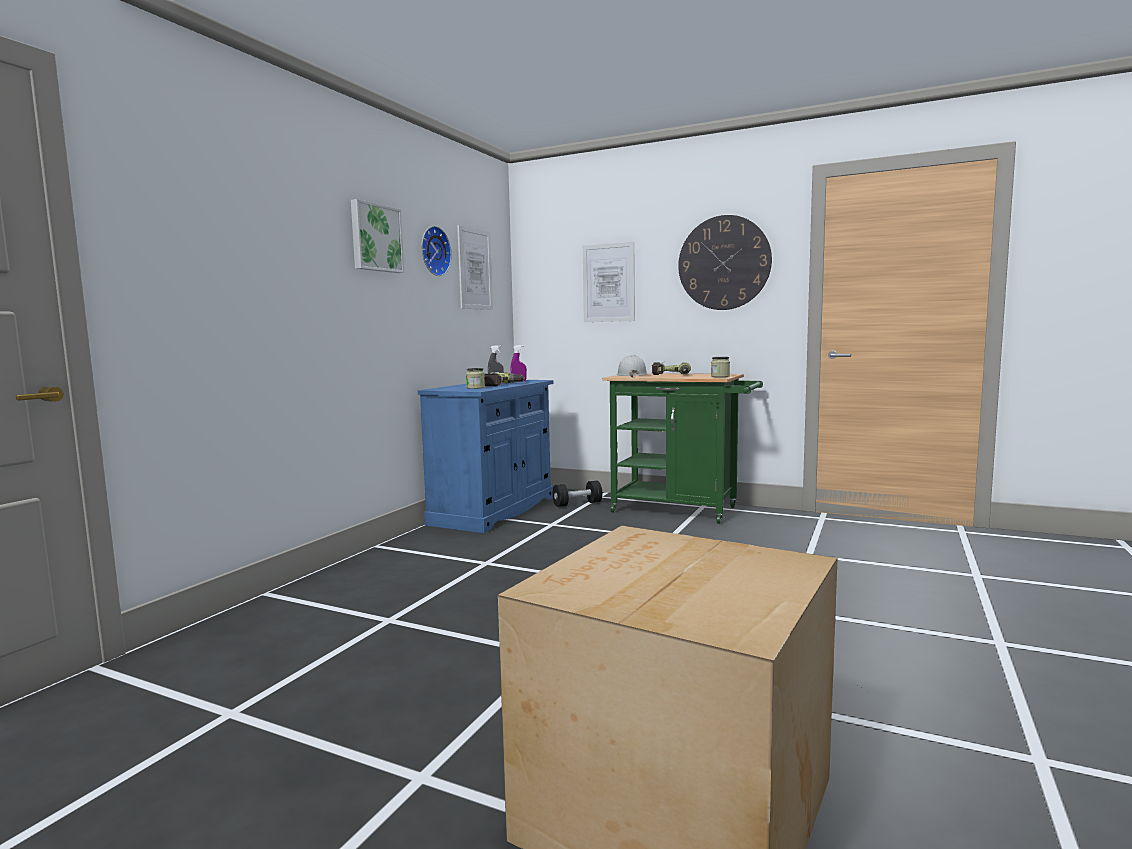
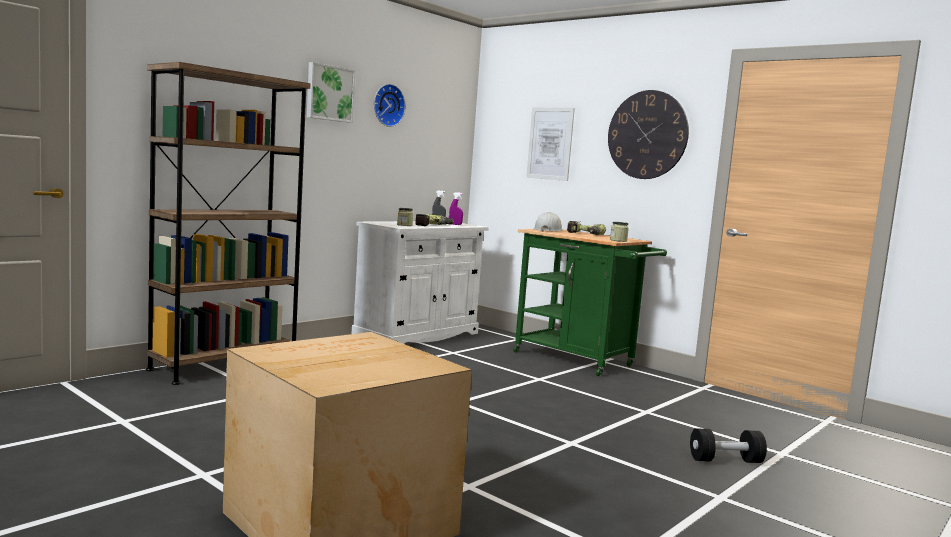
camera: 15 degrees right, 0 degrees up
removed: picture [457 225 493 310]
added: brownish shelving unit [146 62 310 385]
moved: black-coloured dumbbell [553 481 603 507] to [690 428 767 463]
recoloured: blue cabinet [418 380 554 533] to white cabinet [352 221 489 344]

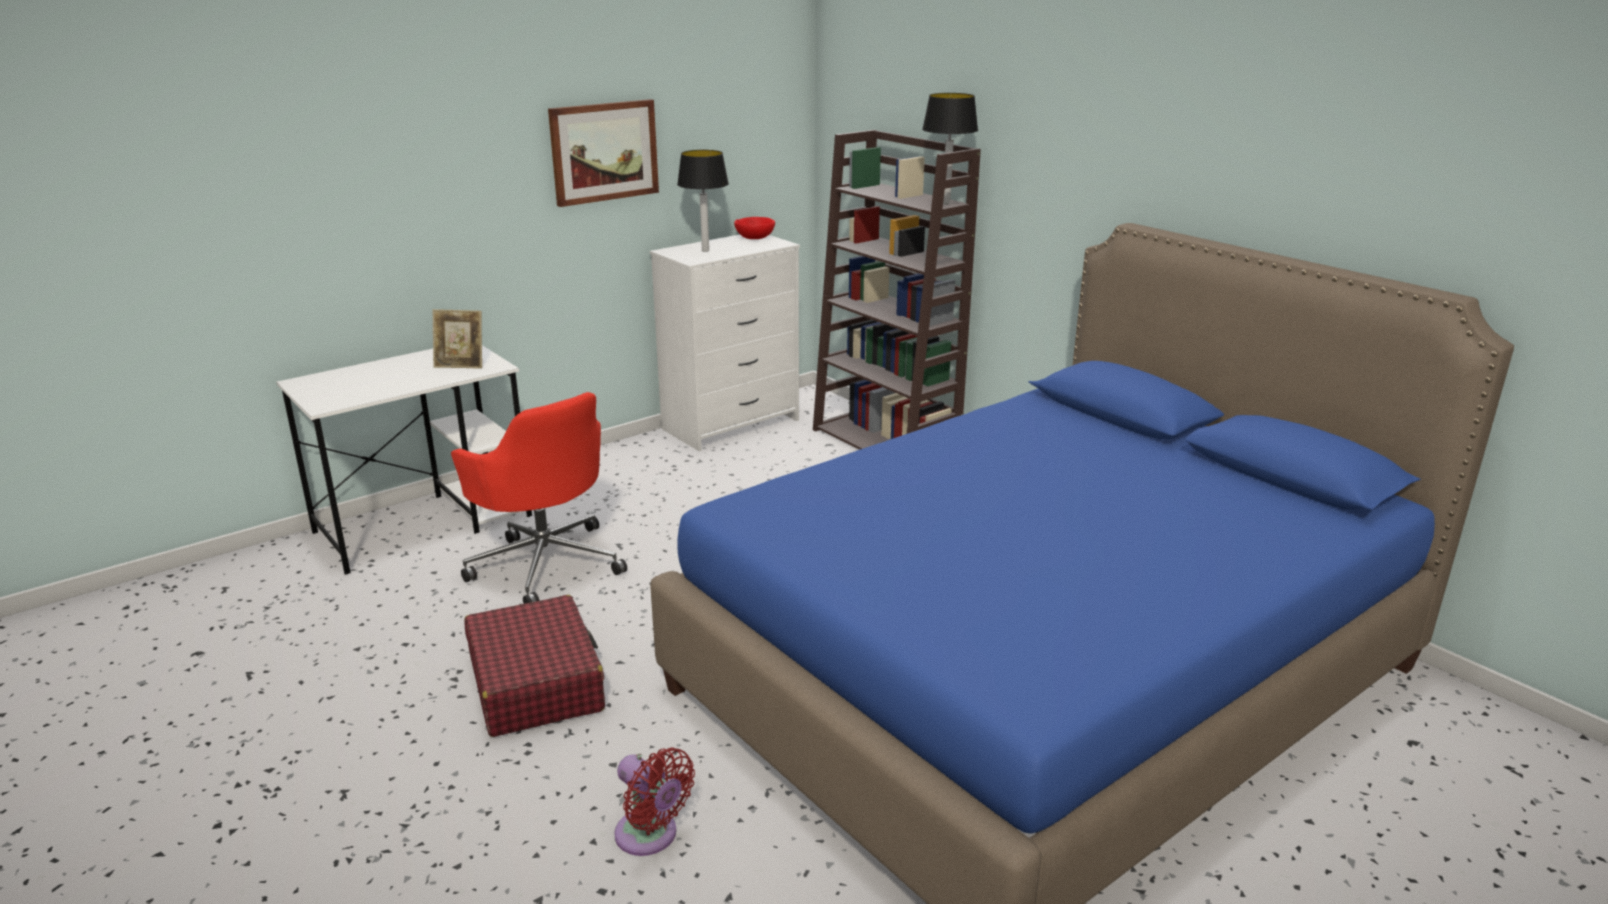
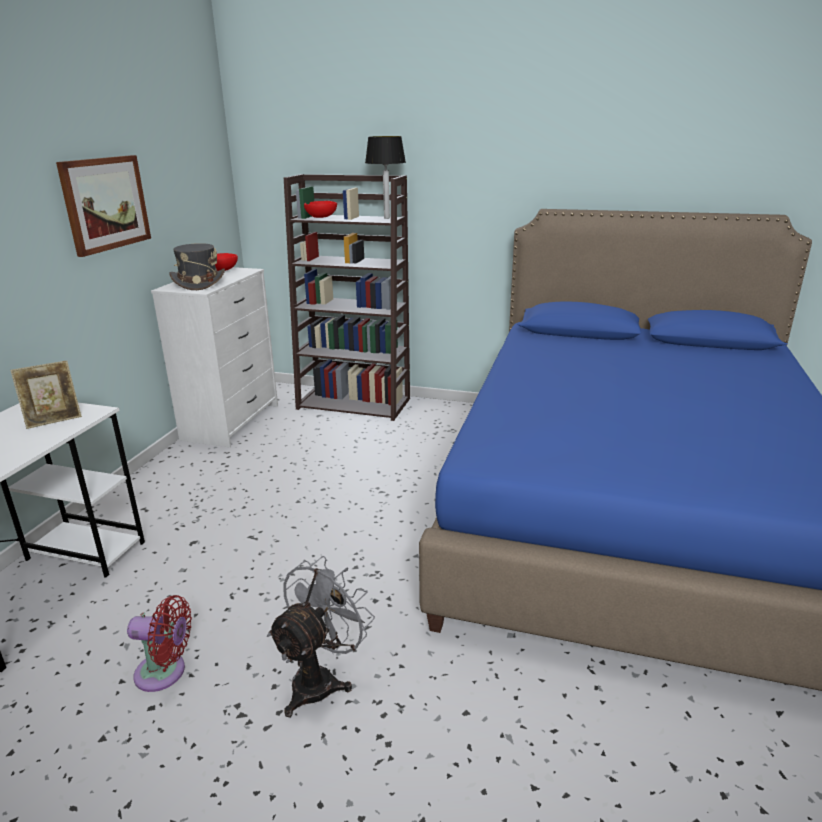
camera: 35 degrees left, 0 degrees up
removed: red computer chair [451 392 627 604]
added: red deep dish [304 201 337 218]
moved: red fan [614 748 695 856] to [127 595 192 692]
replaced: red piece of luggage [465 595 605 737] to greyish fan [267 556 375 717]; table lamp [677 150 729 252] to greyish hat [169 243 225 290]

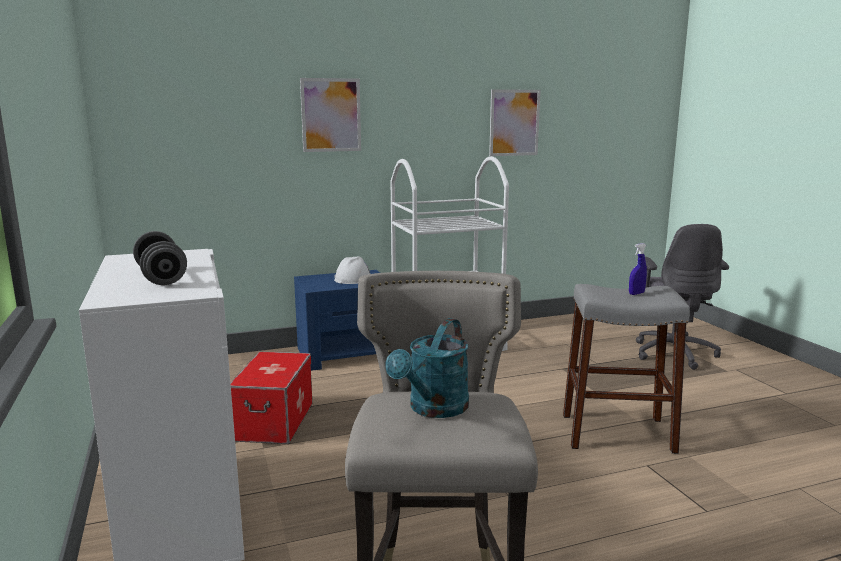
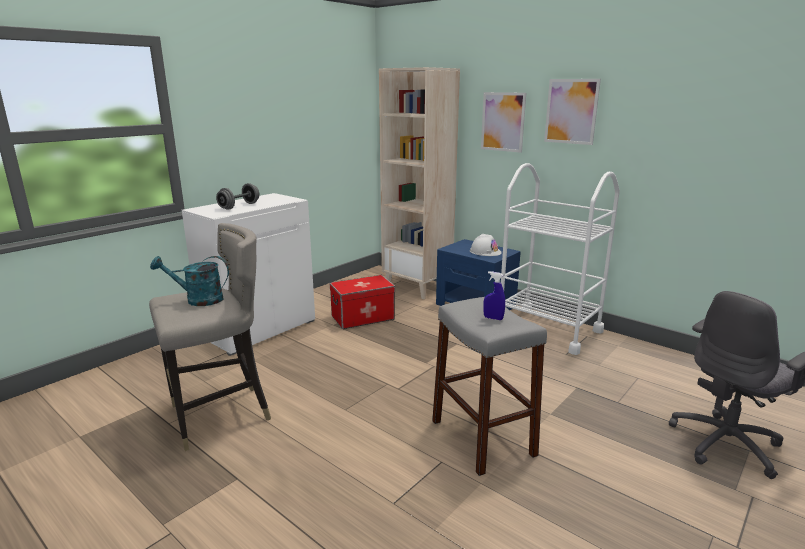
camera: 60 degrees right, 5 degrees up
added: beige shelving unit [379 67 460 299]
moved: picture [489 89 541 156] to [544 79 601 145]

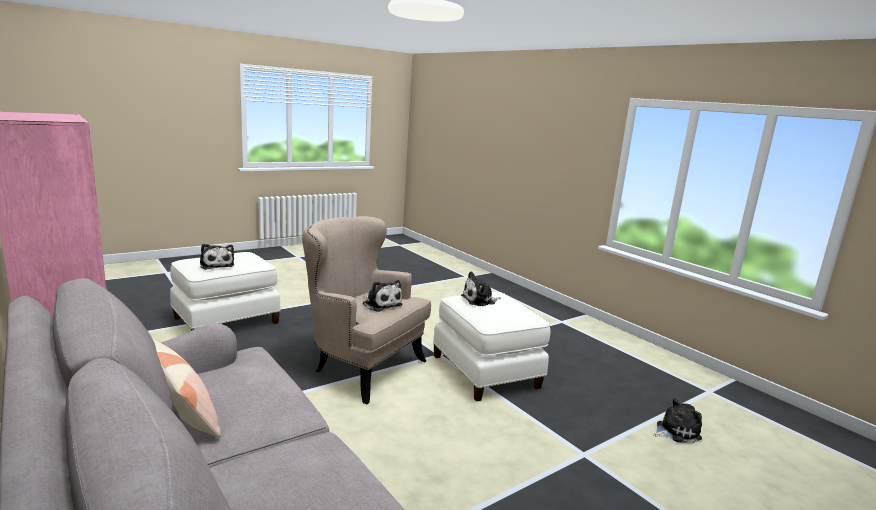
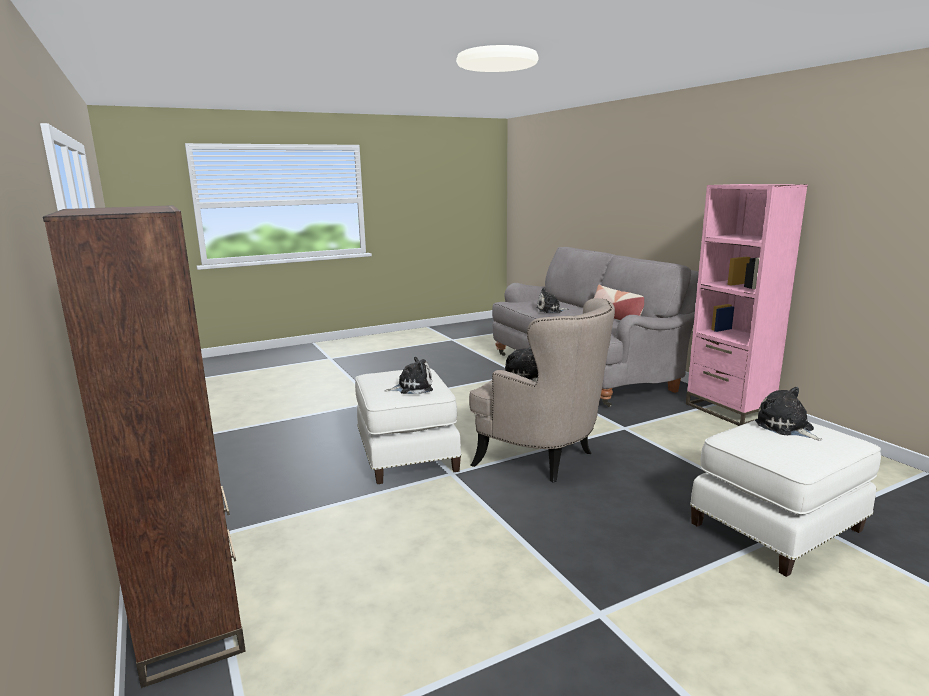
camera: 170 degrees left, 0 degrees up
added: brownish shelving unit [43 205 246 688]
moved: plush toy [653 398 702 443] to [536 288 569 313]

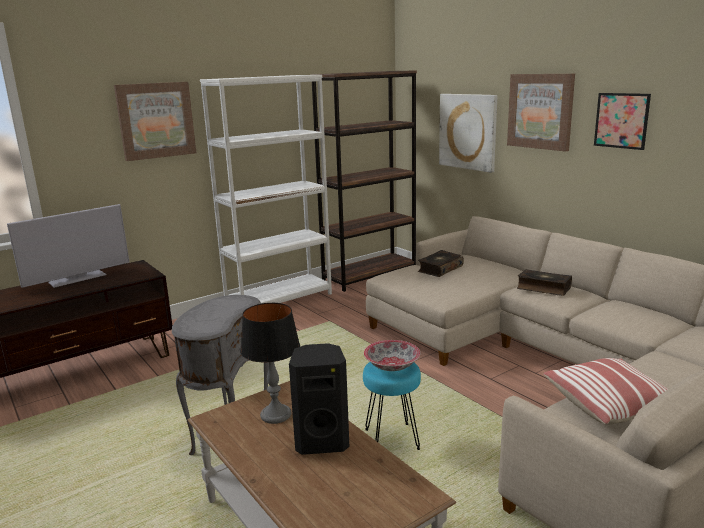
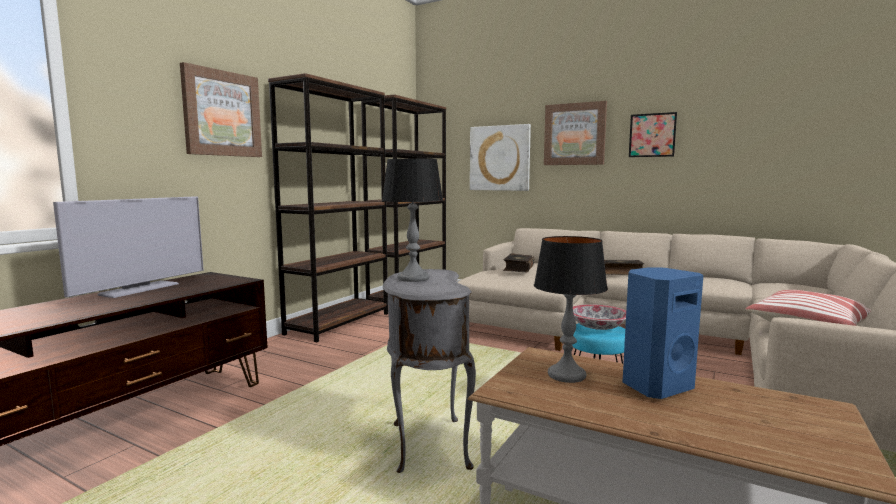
camera: 25 degrees left, 10 degrees down
added: table lamp [382 158 443 282]
recoloured: white shelving unit [200 75 332 304] to brownish shelving unit [268 73 388 342]; black-coloured speaker [289 343 350 455] to blue speaker [622 267 703 399]

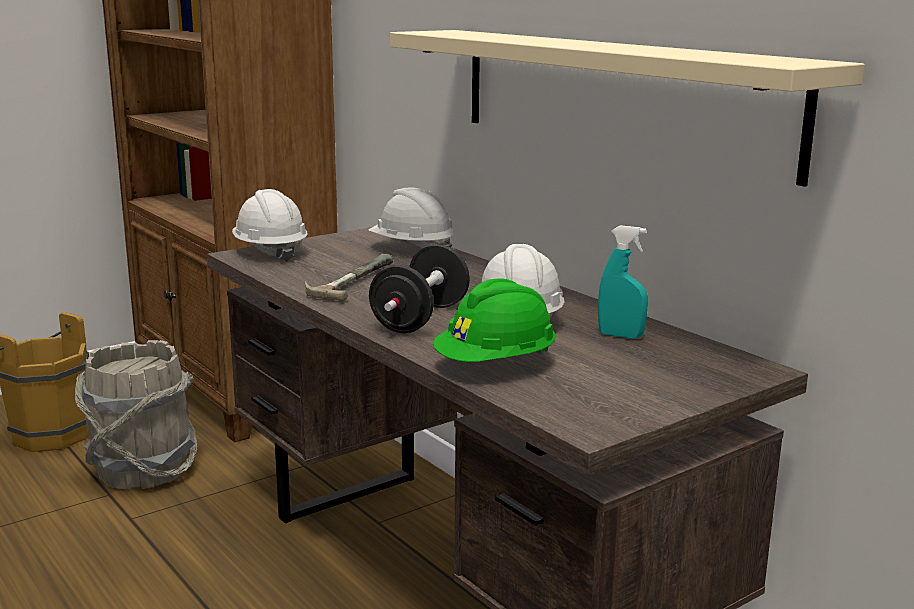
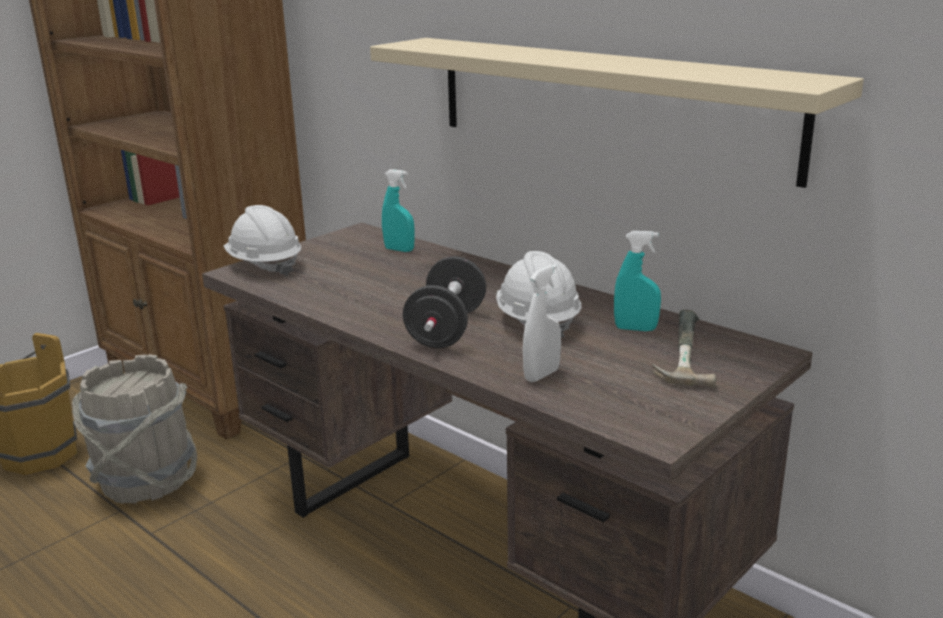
camera: 10 degrees left, 5 degrees up
moved: tool hammer [305 253 393 302] to [652 310 716 388]
replaced: white hard hat [369 187 454 248] to turquoise-coloured hand sprayer [382 169 415 252]; green-coloured hard hat [433 278 556 362] to white hand sprayer [523 264 561 382]

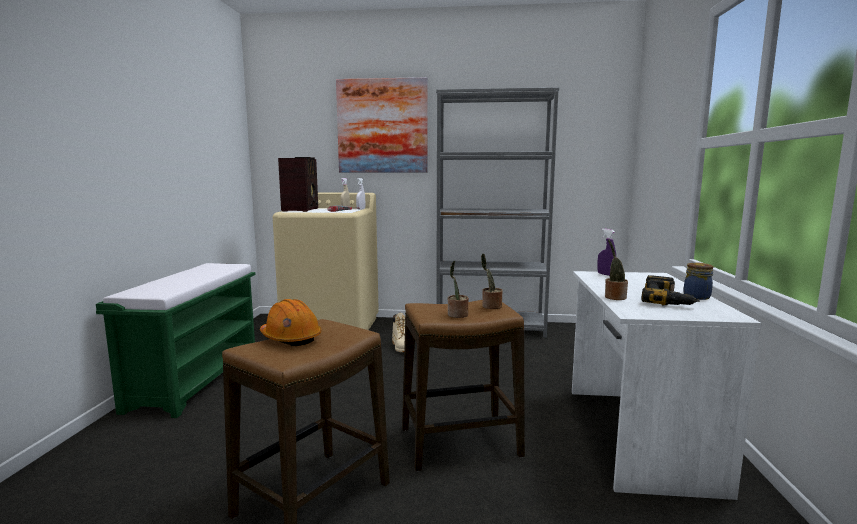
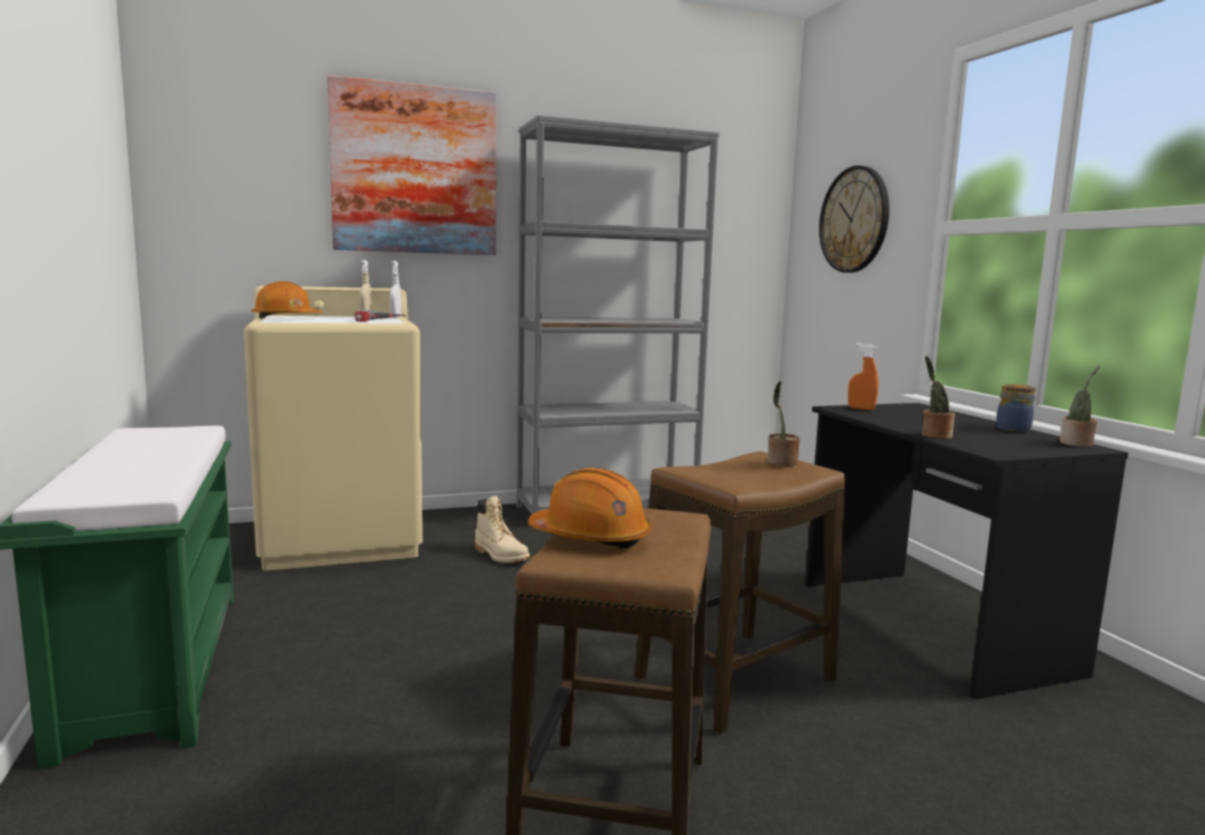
camera: 25 degrees left, 0 degrees up
removed: electric drill [641 275 700 305]
added: wall clock [819 165 889 273]
moved: plant in a pot [448 261 469 318] to [1060 365 1100 447]
replaced: radio [278 157 318 212] to orange-coloured hard hat [252 281 322 319]
recoloured: white desk [572 271 762 500] to black-coloured desk [805 403 1128 699]; purple hand sprayer [597 229 616 276] to orange-coloured hand sprayer [848 343 879 410]

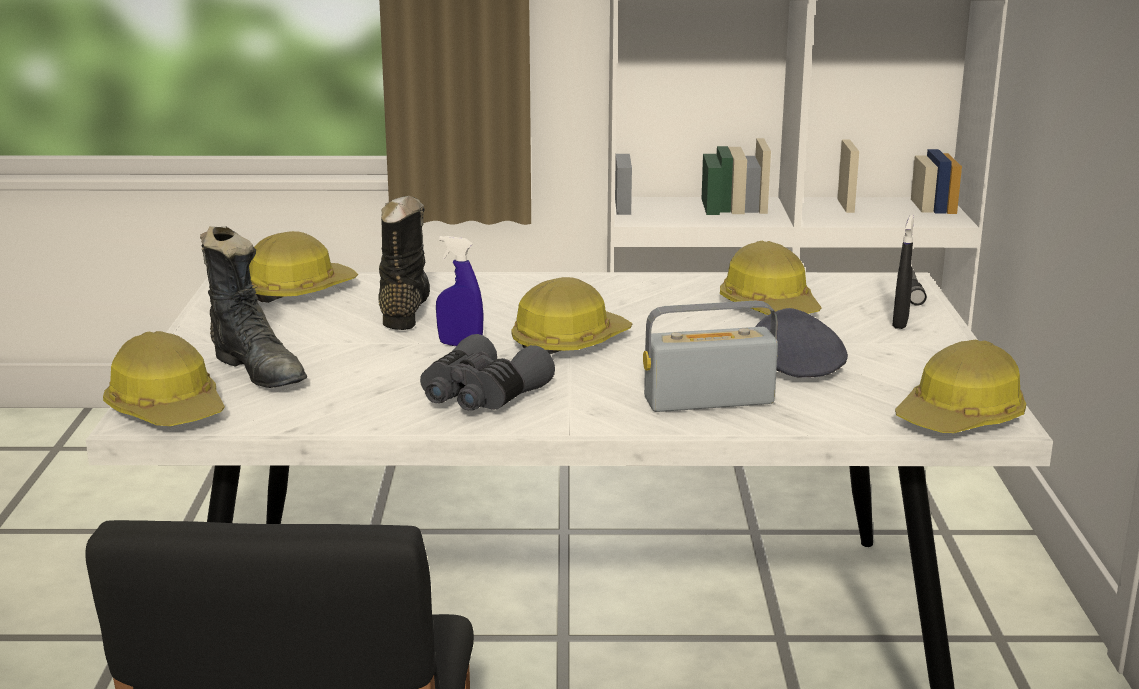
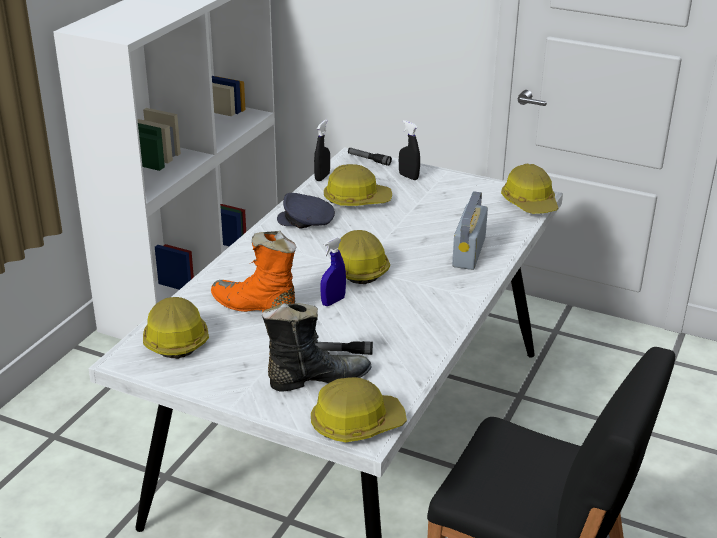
camera: 65 degrees left, 10 degrees up
removed: greyish field glasses [420 334 555 411]
added: black-coloured hand sprayer [314 120 330 181]; torch [315 341 373 355]
moved: greyish peaked cap [756 308 848 378] to [277 193 335 229]
recoloured: black-coloured high-top boot [378 196 430 330] to orange-coloured high-top boot [211 231 296 312]

